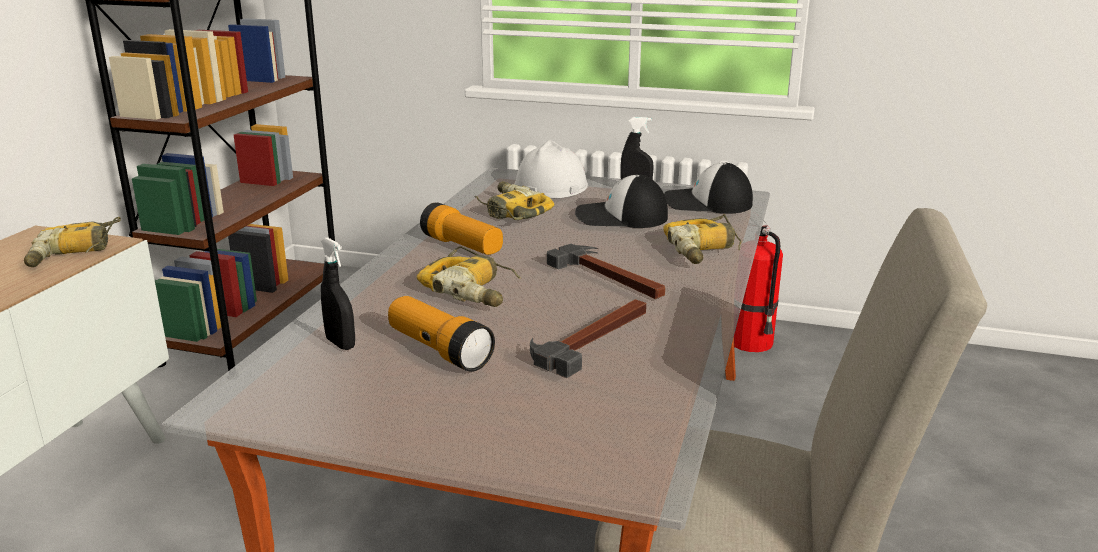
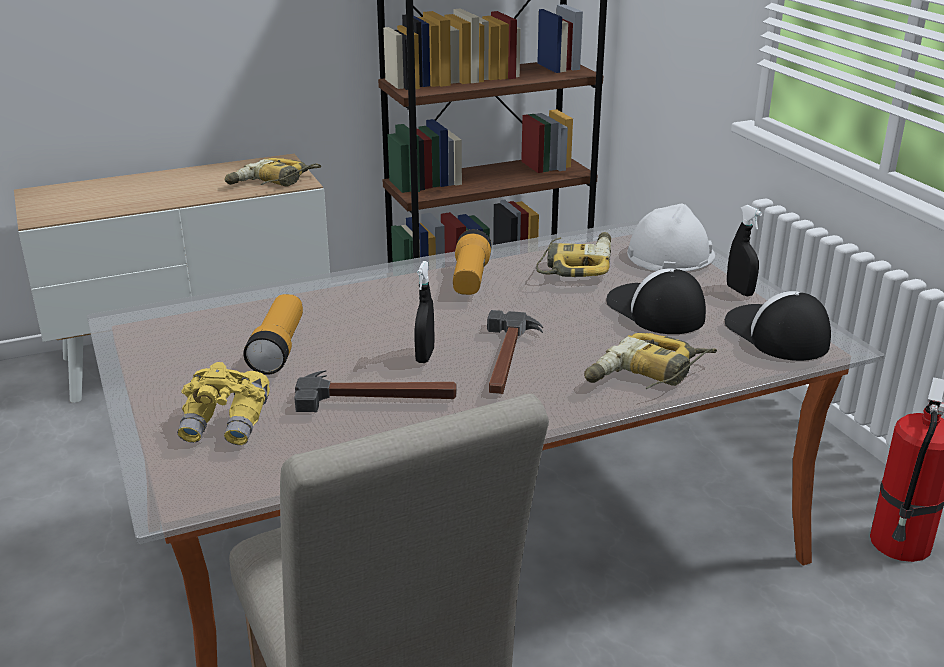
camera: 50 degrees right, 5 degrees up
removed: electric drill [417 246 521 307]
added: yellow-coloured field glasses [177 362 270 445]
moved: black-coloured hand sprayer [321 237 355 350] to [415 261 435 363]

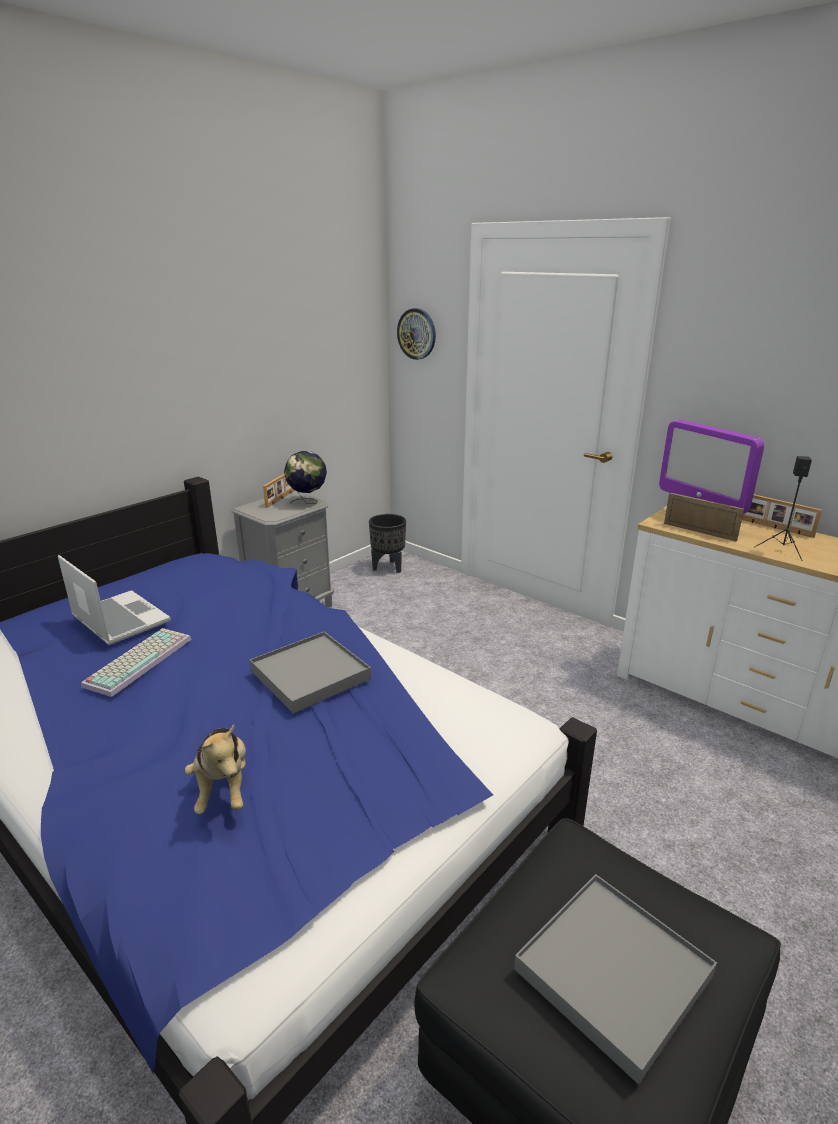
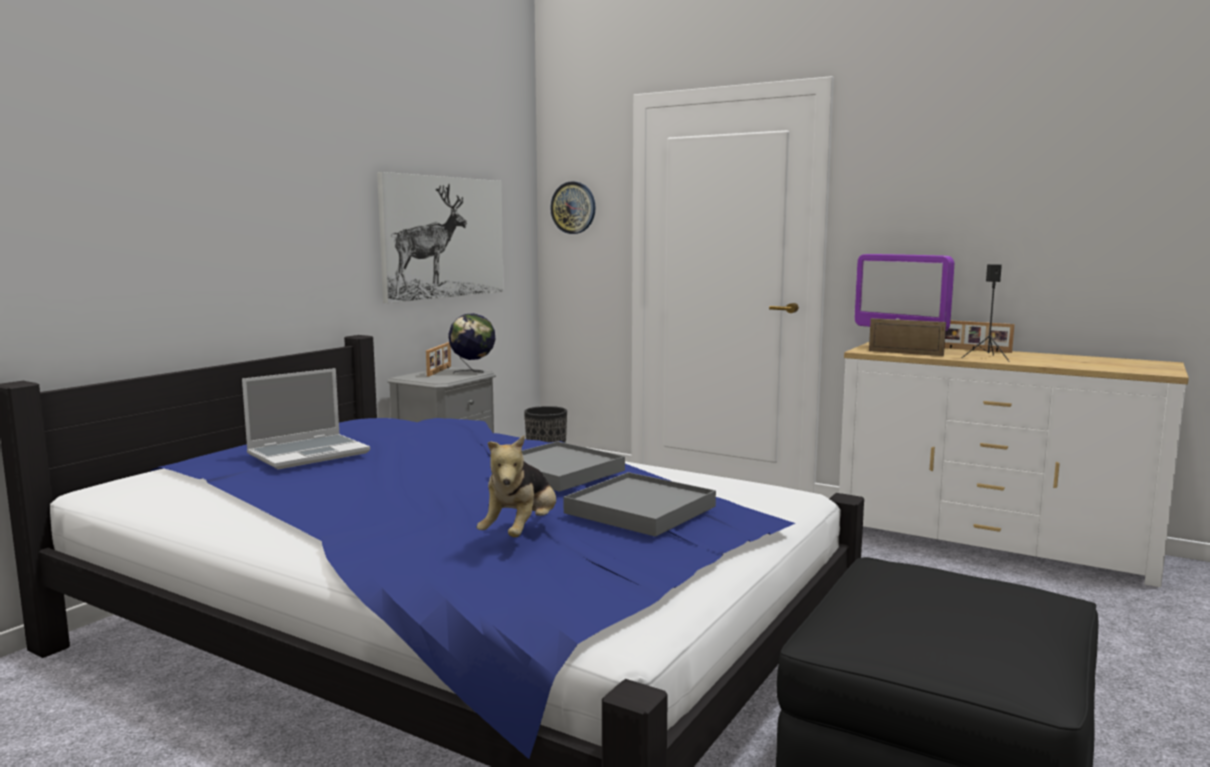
camera: 10 degrees left, 15 degrees down
removed: computer keyboard [81 628 192 697]
added: picture [377 172 504 303]
moved: greyish carrying tray [514 874 717 1084] to [564 472 716 537]
turned: laptop [58 555 171 645] = [242 368 370 470] 105 degrees clockwise; plush toy [185 724 246 814] = [477 435 556 537] 45 degrees clockwise

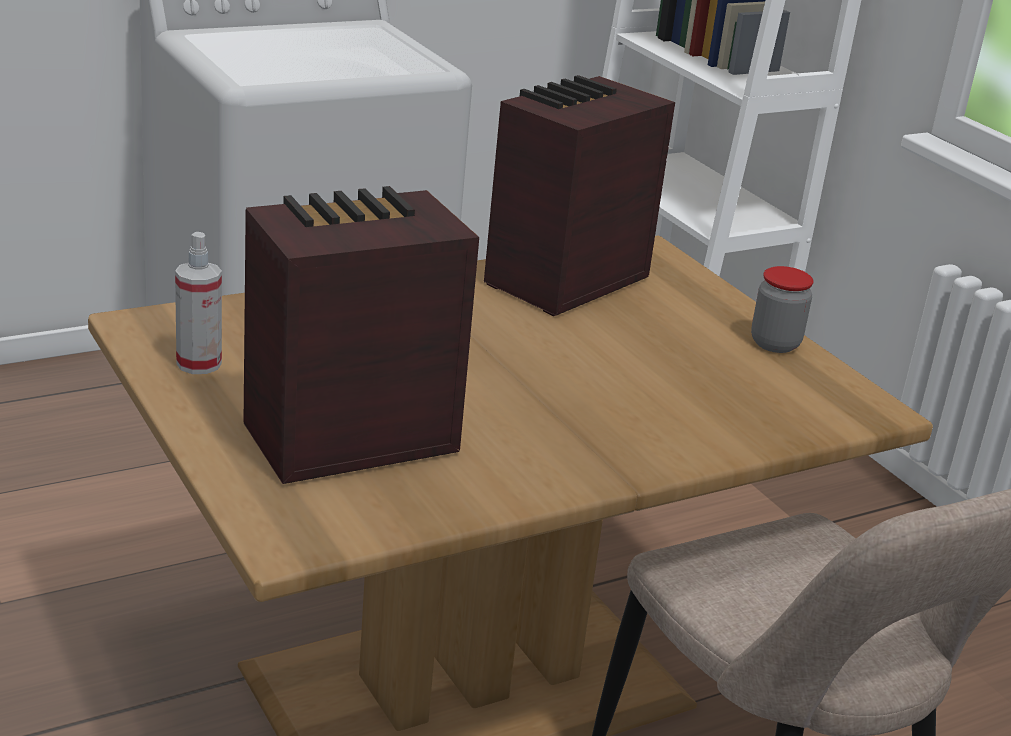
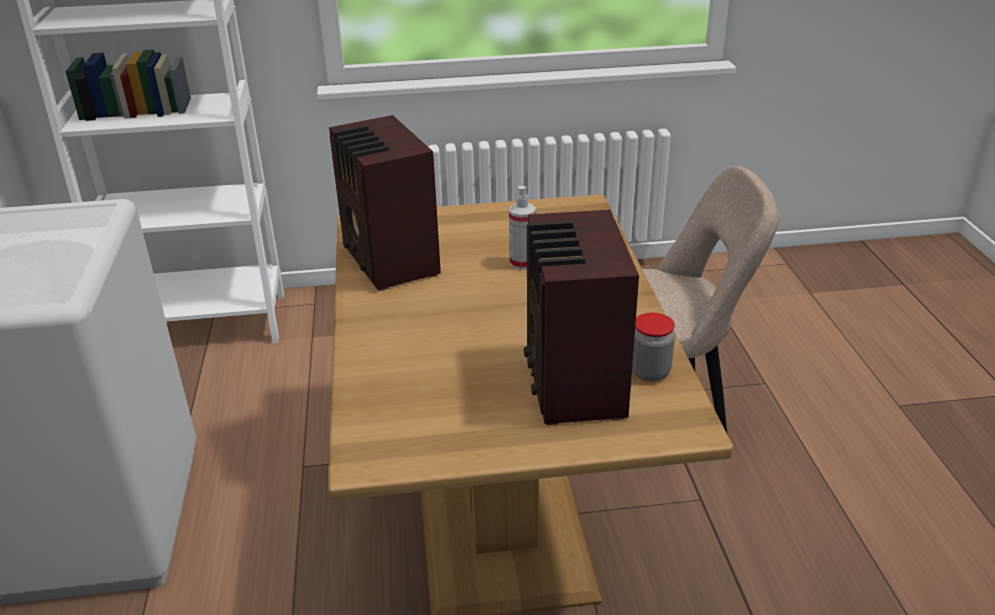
camera: 65 degrees left, 5 degrees up
moved: hand sprayer [175 232 222 374] to [509 186 536 270]; storage jar [751 266 814 353] to [632 313 675 381]

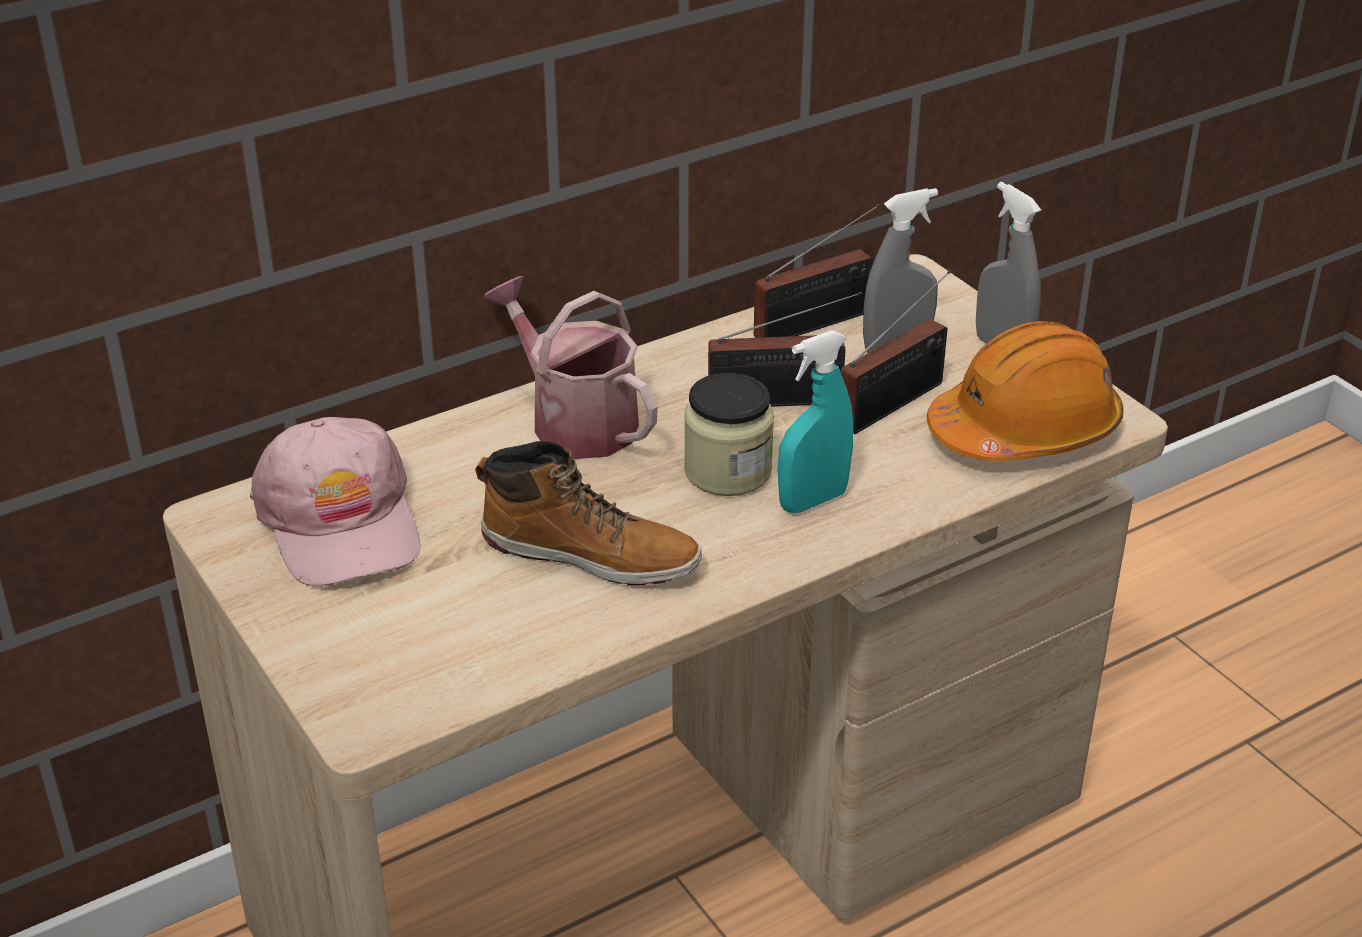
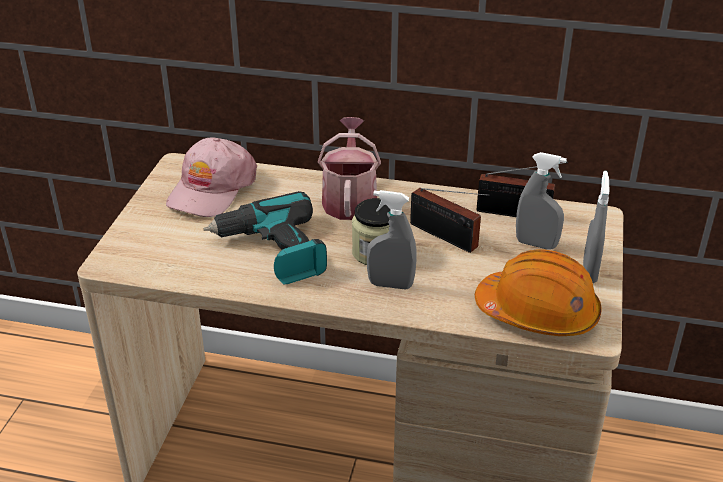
camera: 45 degrees right, 0 degrees up
removed: radio [841 270 951 434]
replaced: high-top boot [475 441 702 585] to electric drill [203 191 327 284]
recoloured: turquoise-coloured hand sprayer [778 330 853 513] to greyish hand sprayer [367 190 417 290]

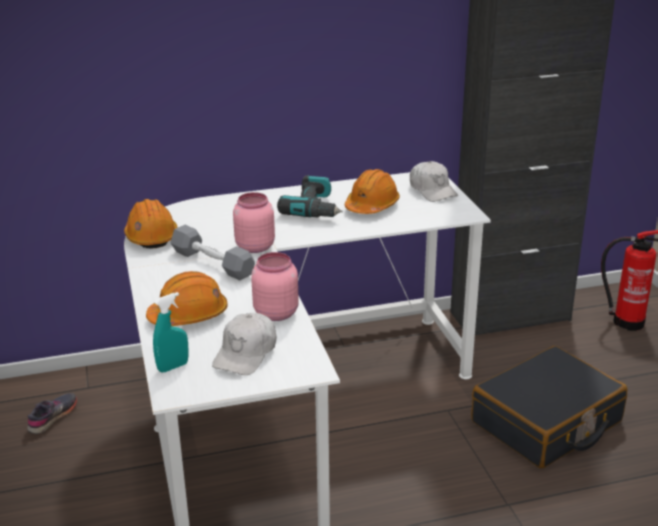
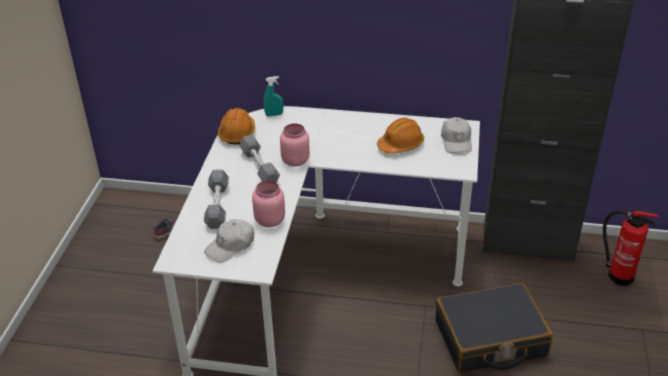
camera: 25 degrees right, 10 degrees up
removed: electric drill [277 175 343 218]
moved: turquoise-coloured hand sprayer [153 292 188 373] to [264 76 283 117]
replaced: orange-coloured hard hat [146 271 228 326] to greyish dumbbell [204 170 229 229]

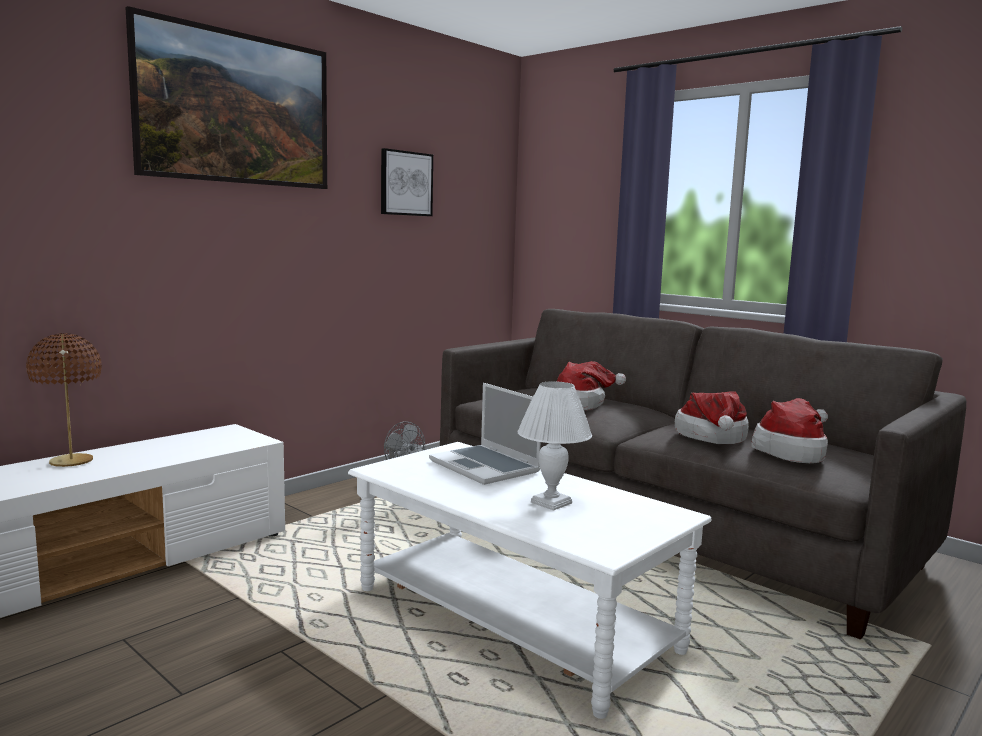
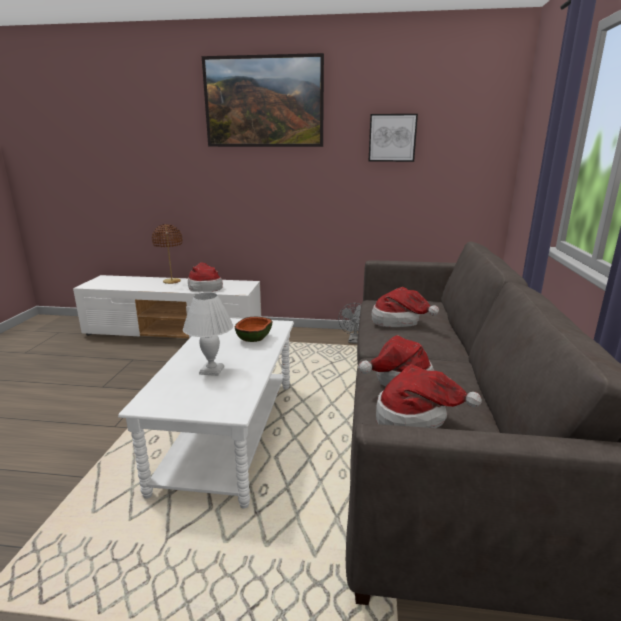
camera: 55 degrees right, 10 degrees up
added: hat [188 262 223 292]
replaced: laptop [429 383 541 485] to deep dish [235 317 272 342]

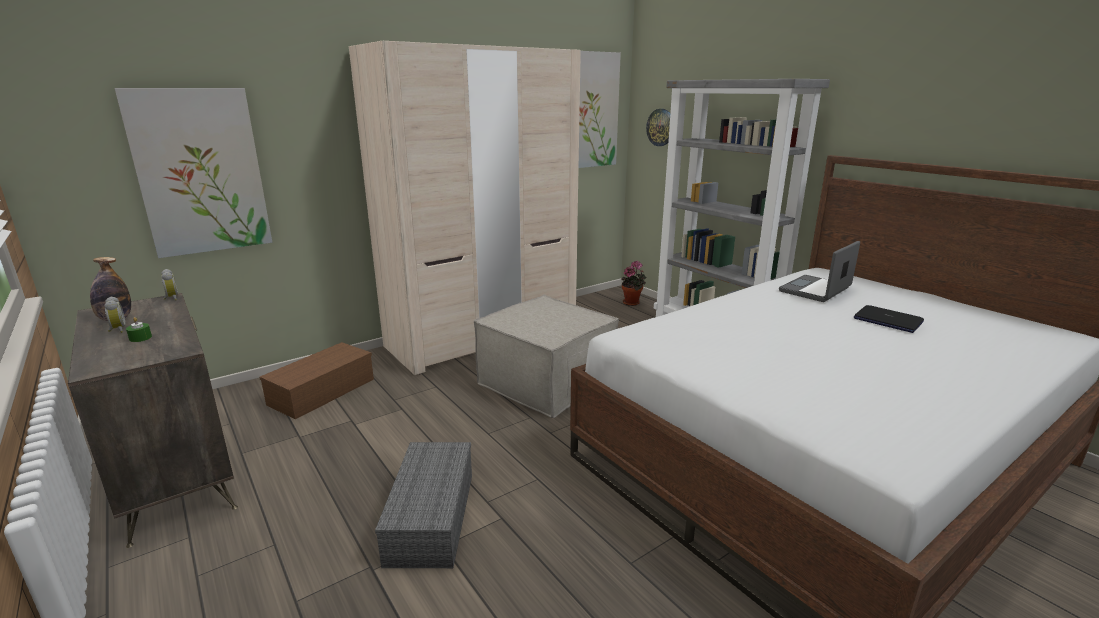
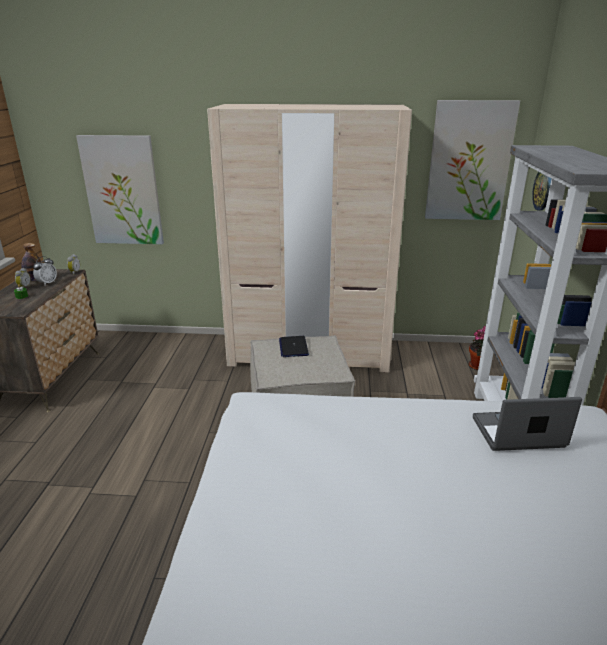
camera: 40 degrees right, 5 degrees up
removed: brownish storage box [259 342 374 419]; greyish storage box [375 442 472 568]
added: table clock [33 256 57 285]
moved: laptop [854 305 924 333] to [279 336 309 357]

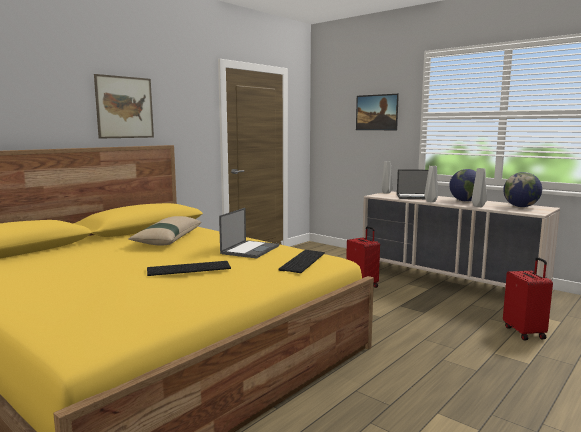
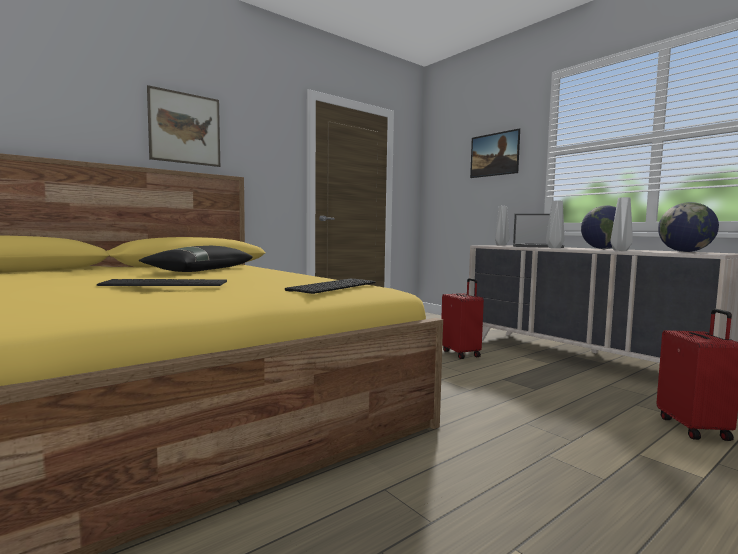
camera: 10 degrees right, 5 degrees down
removed: laptop [219 208 279 258]
recoloured: beige cushion [128 216 201 245] to black-coloured cushion [139 246 253 272]

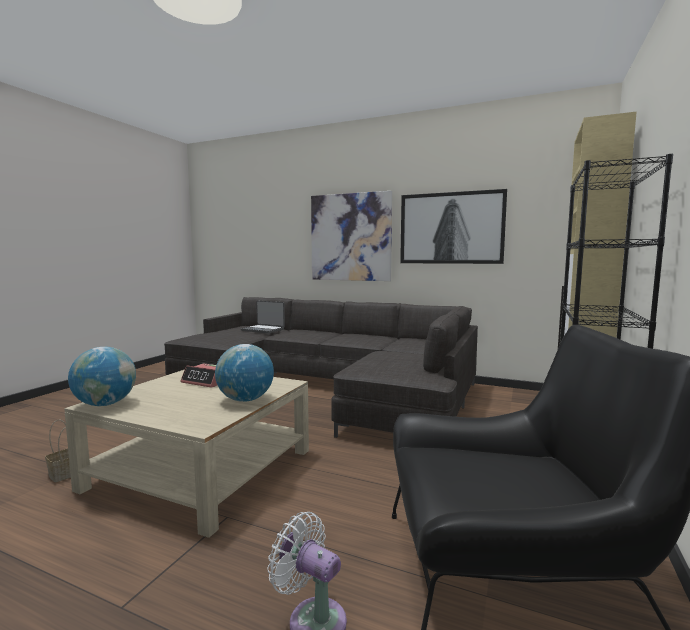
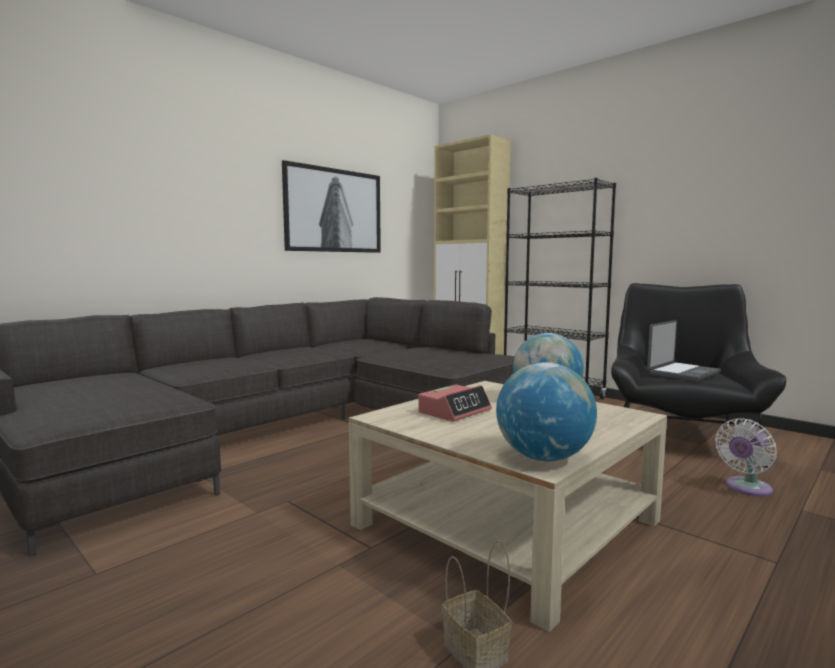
camera: 70 degrees left, 0 degrees up
removed: picture [311 191 392 281]
moved: laptop [241 301 285 334] to [647 320 721 382]

